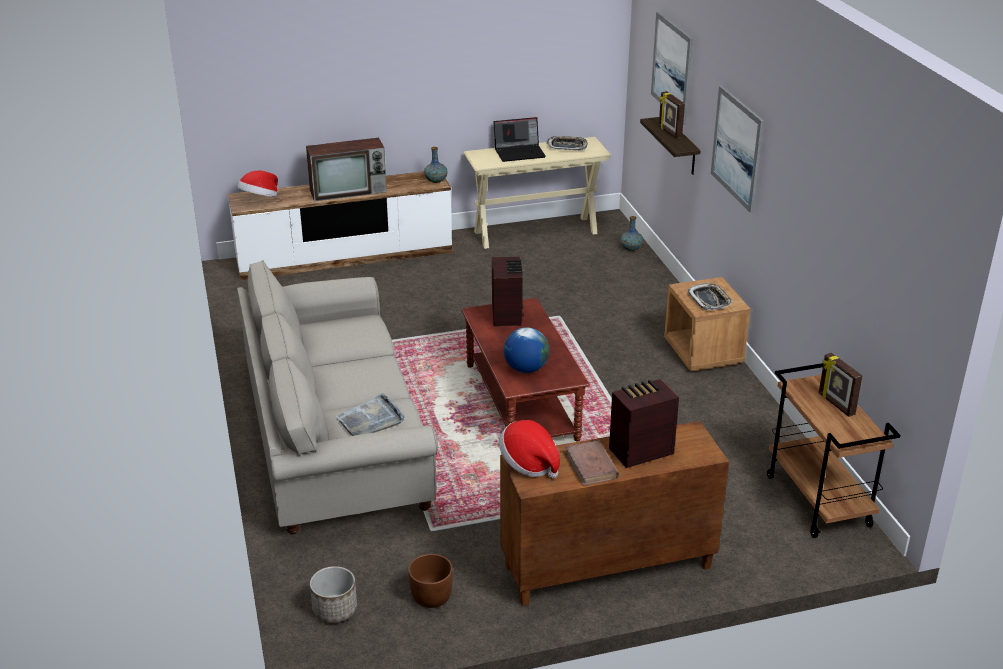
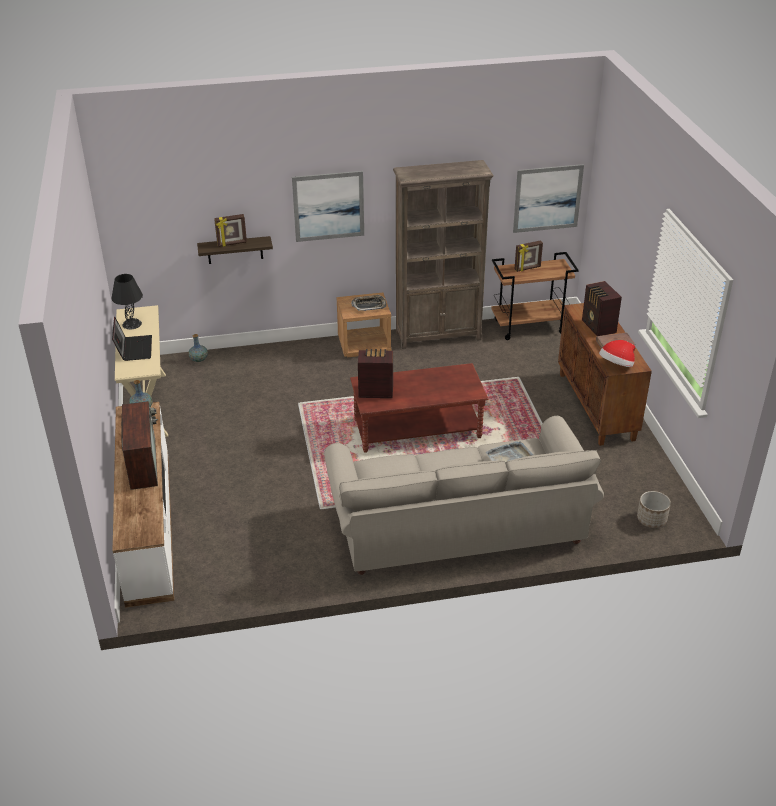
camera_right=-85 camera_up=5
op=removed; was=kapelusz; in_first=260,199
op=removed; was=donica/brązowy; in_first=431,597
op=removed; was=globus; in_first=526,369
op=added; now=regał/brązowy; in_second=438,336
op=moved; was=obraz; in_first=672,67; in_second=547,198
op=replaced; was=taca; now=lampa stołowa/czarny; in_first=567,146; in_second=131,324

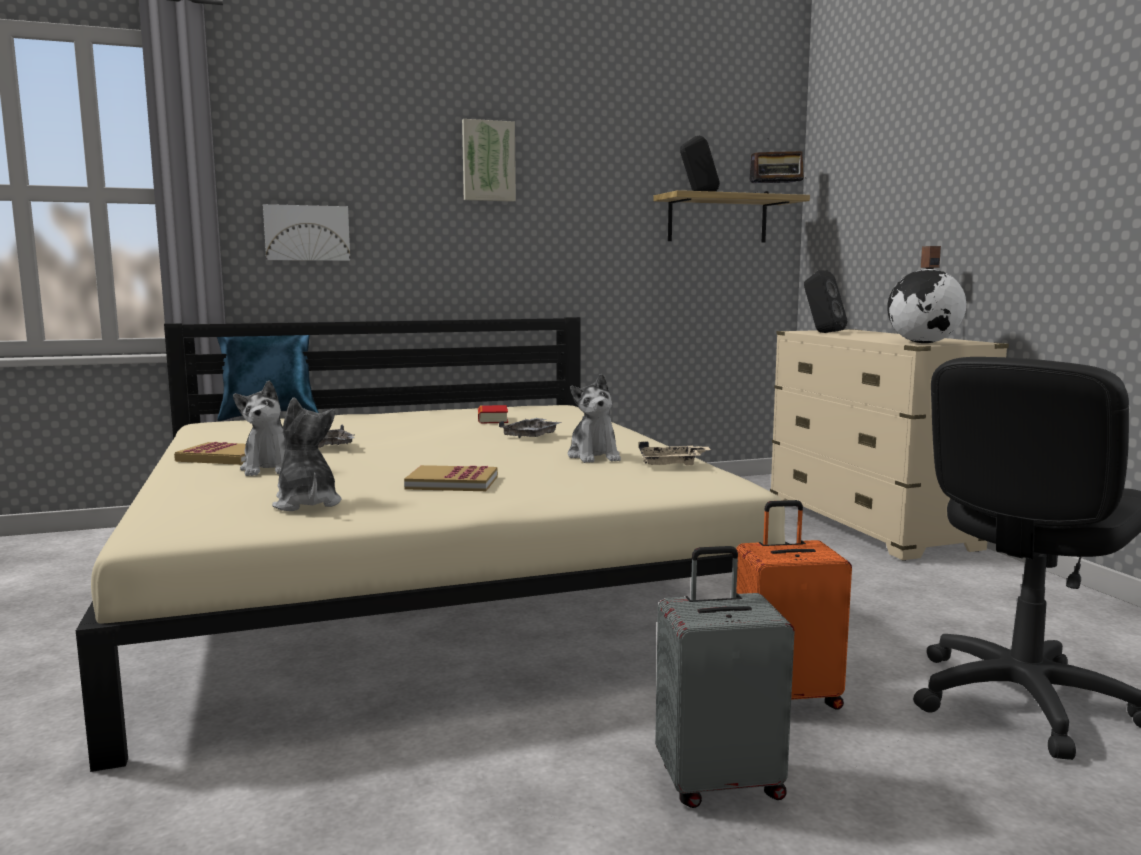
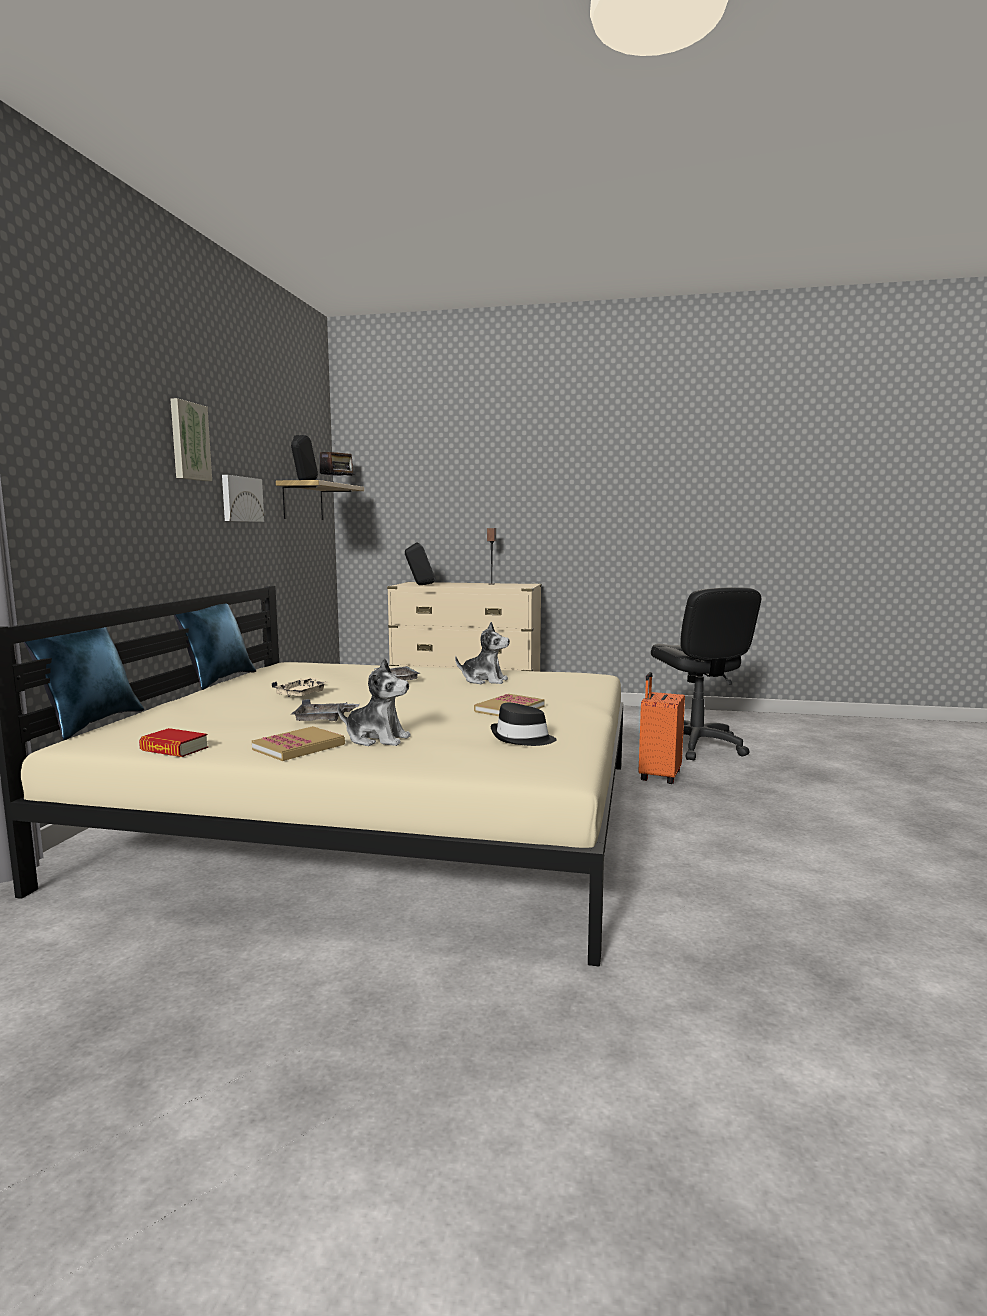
camera_right=-60 camera_up=0
op=removed; was=walizka/szary; in_first=719,782
op=removed; was=globus; in_first=923,343
op=added; now=poduszka/niebieski; in_second=217,680
op=moved; was=obraz; in_first=307,233; in_second=241,499
op=moved; was=książka; in_first=492,419; in_second=174,749
op=moved; was=taca/beżowy; in_first=672,464; in_second=302,694
op=replaced; was=pluszak; now=kapelusz/czarny; in_first=306,503; in_second=522,738

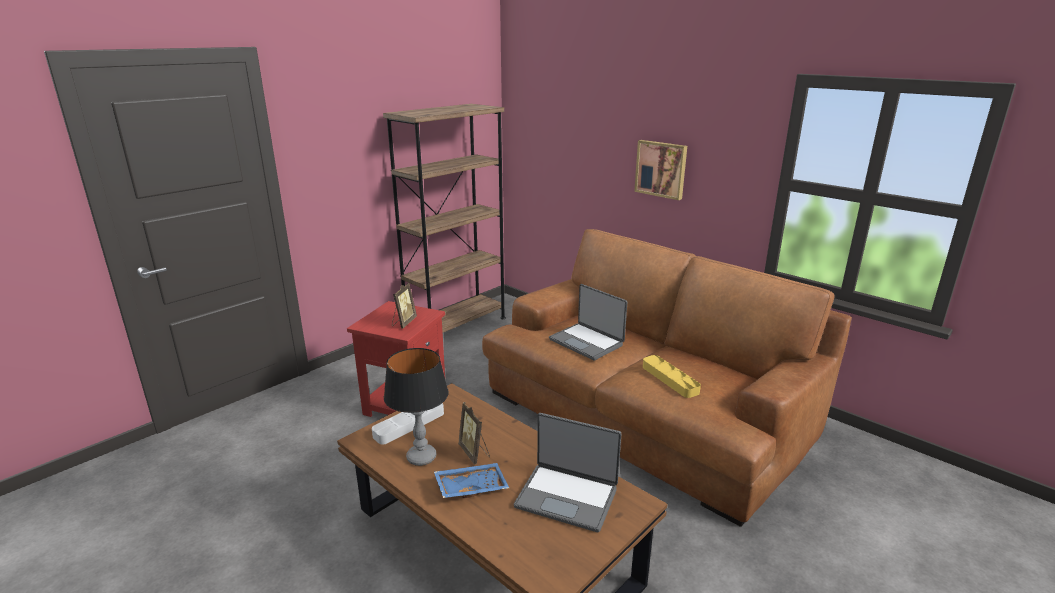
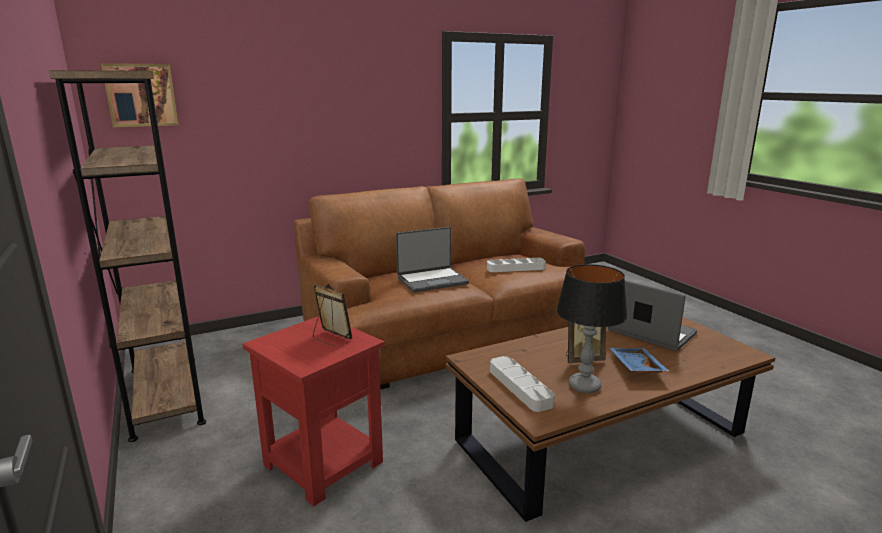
camera_right=-70 camera_up=-5
op=moved; was=obraz; in_first=661,169; in_second=141,95
op=recoloured; was=taca/żółty; now=taca/biały; in_first=670,379; in_second=515,268
op=turned; was=laptop; in_first=567,496; in_second=650,333; clockwise=-90

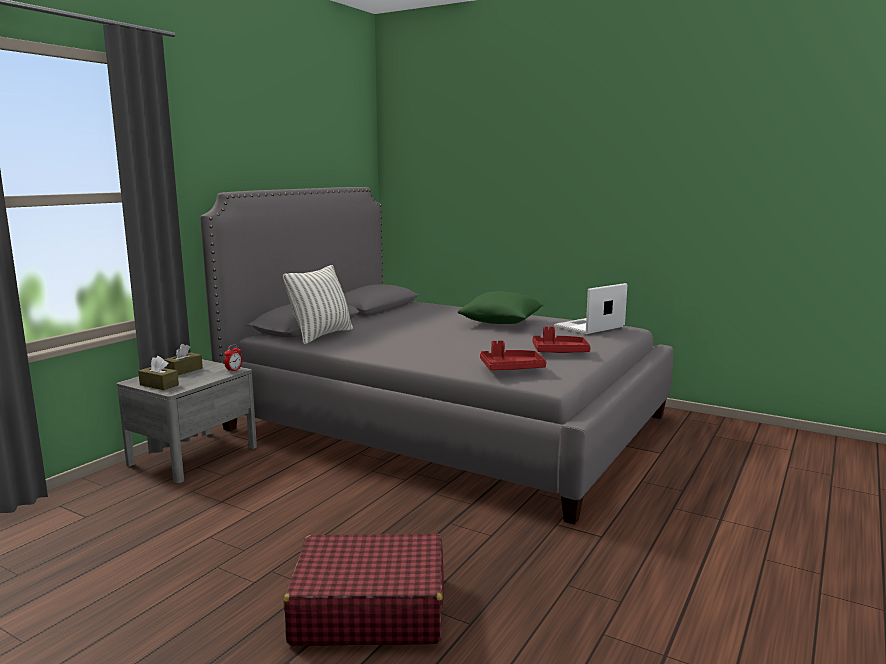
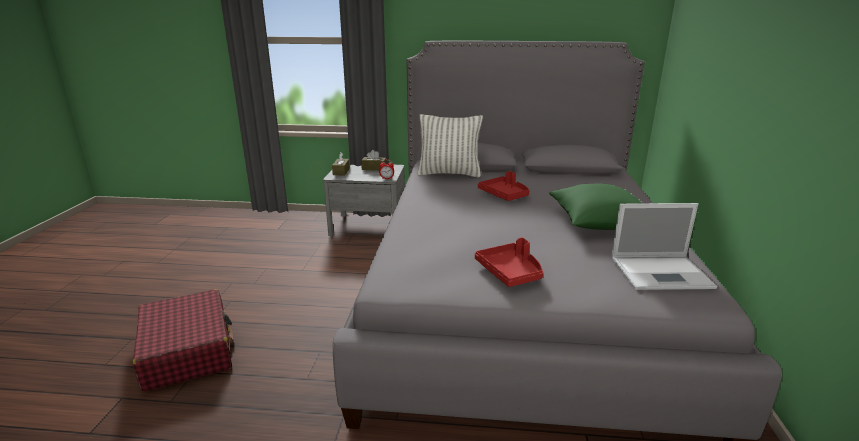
camera_right=65 camera_up=10
op=moved; was=taca/czerwony; in_first=511,368; in_second=504,195
op=turned; was=laptop; in_first=588,327; in_second=662,273; clockwise=150

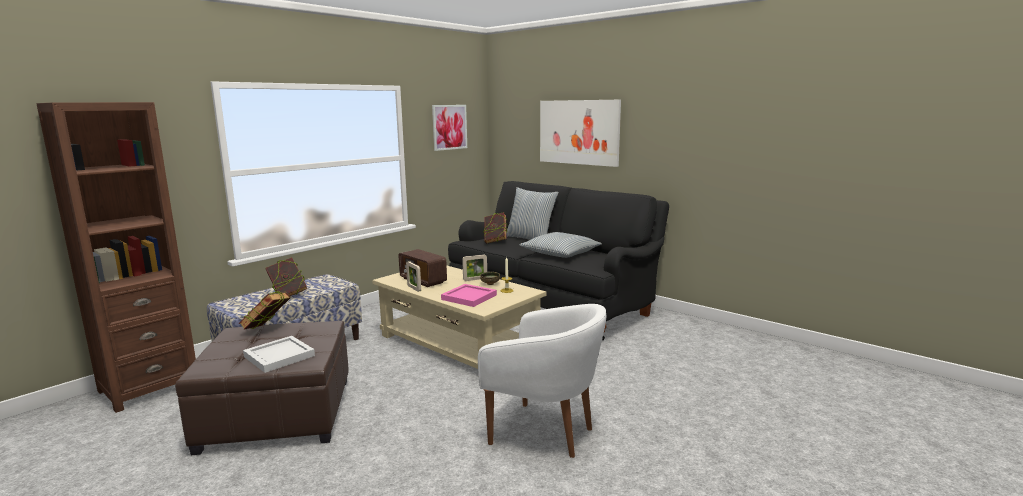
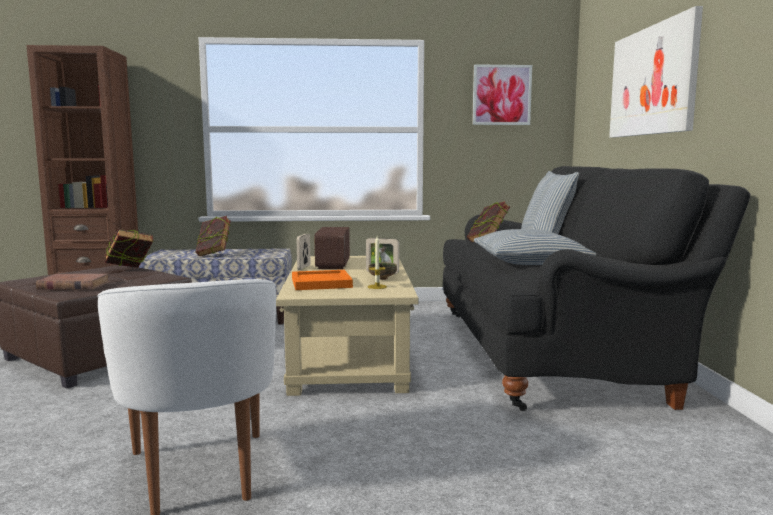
camera_right=45 camera_up=-5
op=replaced; was=taca/biały; now=książka/brązowy; in_first=280,356; in_second=74,285
op=recoloured; was=taca/różowy; now=taca/pomarańczowy; in_first=469,297; in_second=322,283

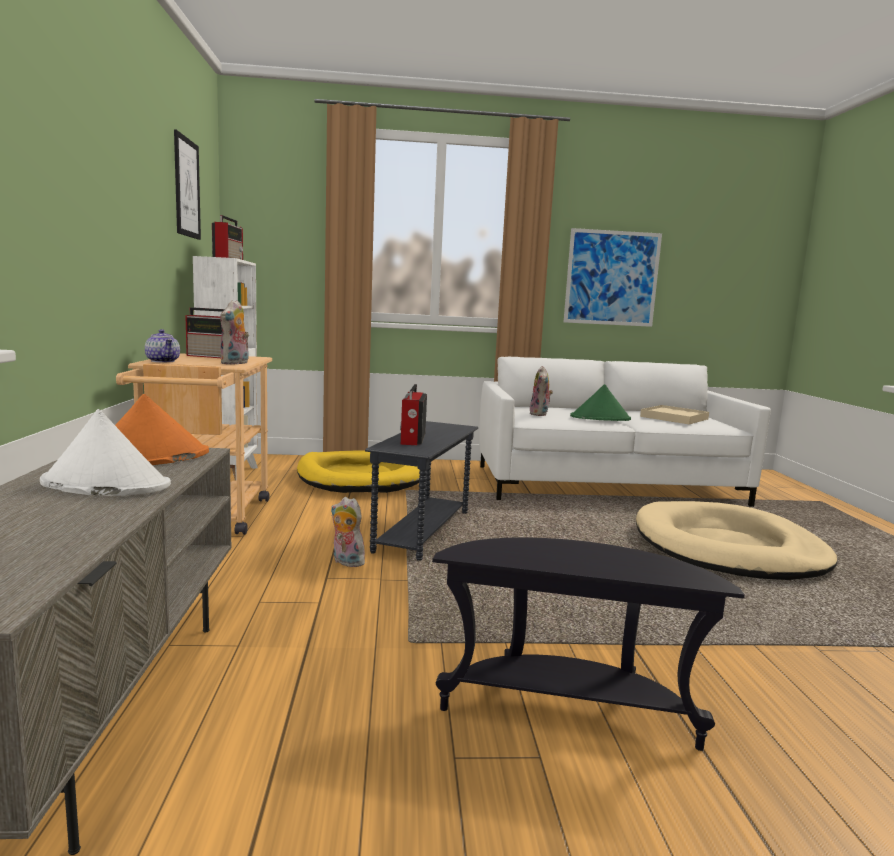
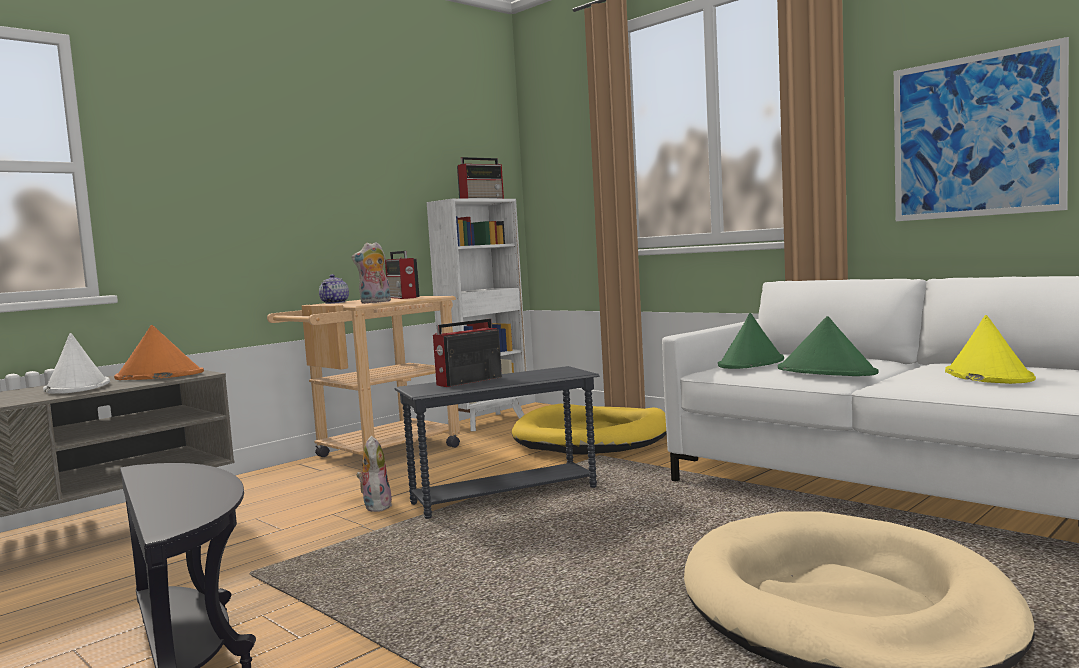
camera_right=50 camera_up=-5
op=removed; was=obraz; in_first=187,188
op=replaced; was=pluszak; now=kapelusz/zielony; in_first=540,414; in_second=751,363
op=replaced; was=taca/beżowy; now=kapelusz/żółty; in_first=674,418; in_second=987,376

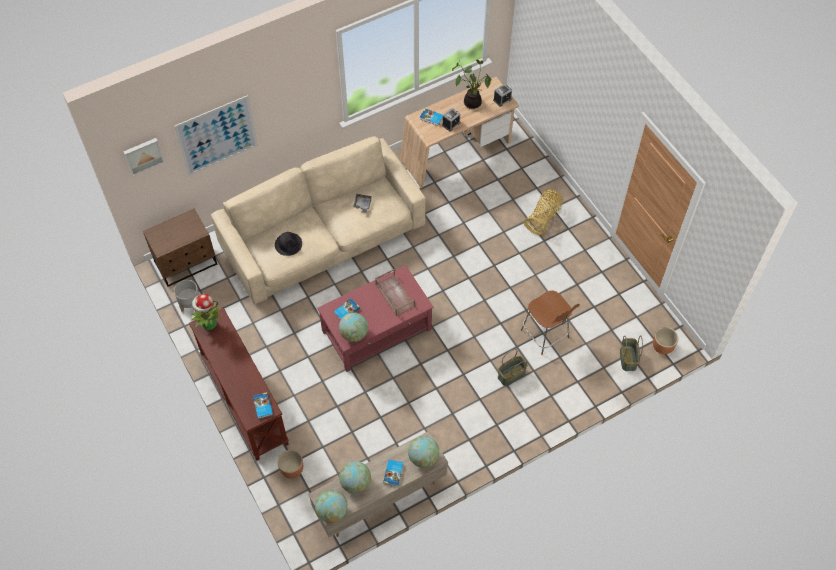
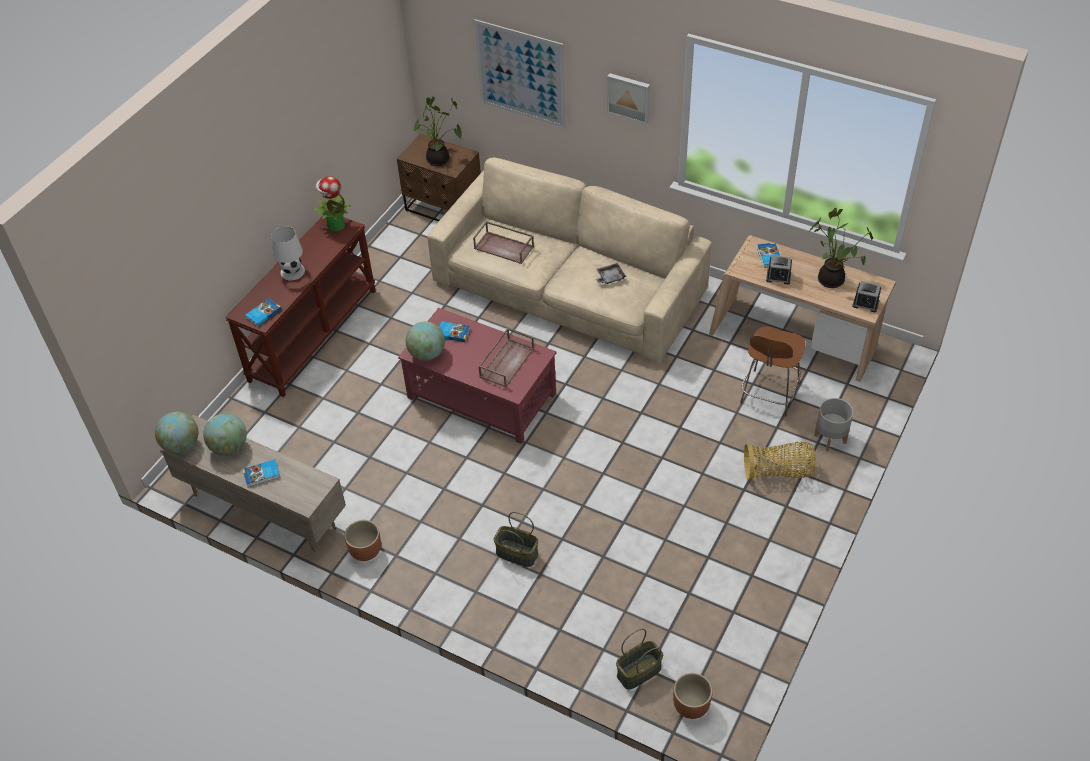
camera_right=60 camera_up=-10
op=removed; was=globus; in_first=423,457
op=added; now=lampa stołowa/biały; in_second=293,271
op=added; now=roślina doniczkowa; in_second=440,160
op=moved; was=obraz; in_first=143,155; in_second=629,97
op=moved; was=donica/szary; in_first=191,305; in_second=830,439
op=moved; was=donica/brązowy; in_first=291,469; in_second=365,550
op=moved; was=krzesło/brązowy; in_first=545,335; in_second=769,394
op=replaced; was=kapelusz/czarny; now=taca/brązowy; in_first=288,244; in_second=504,247

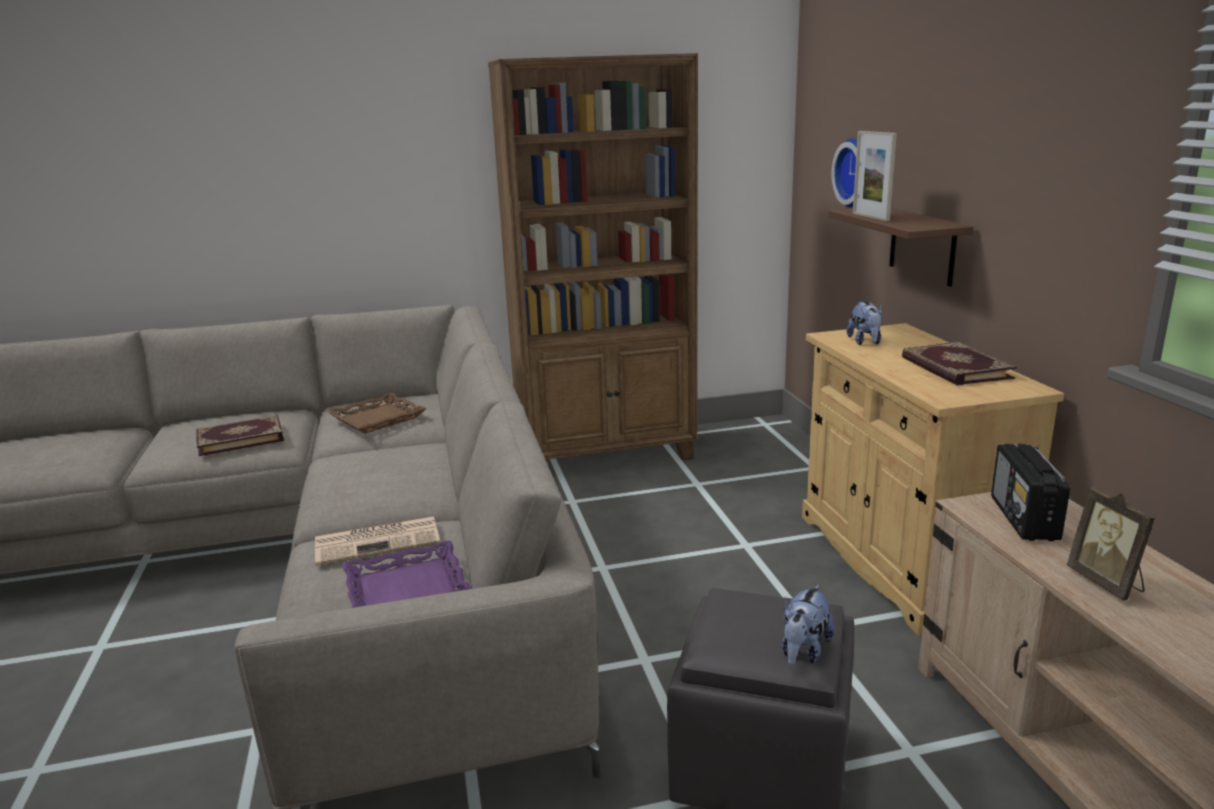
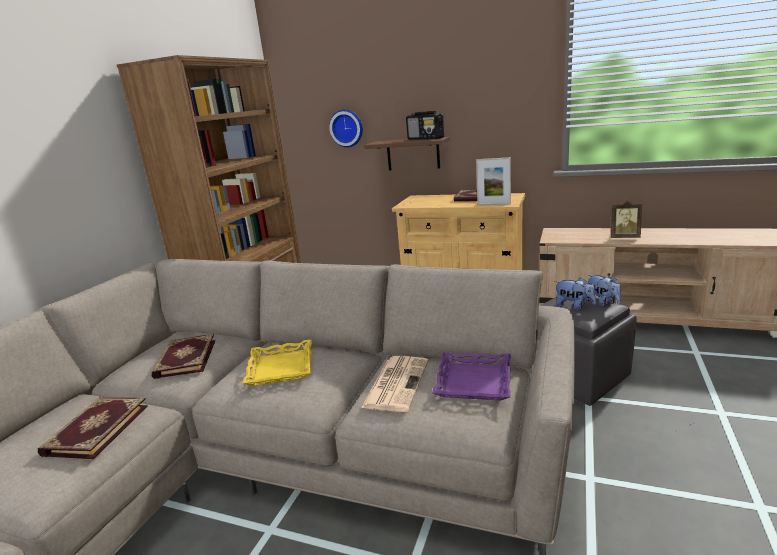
camera_right=-55 camera_up=0
op=added; now=taca/żółty; in_second=280,368
op=moved; was=pluszak; in_first=865,342; in_second=573,306
op=moved; was=ramka na zdjęcie; in_first=870,217; in_second=494,204
op=moved; was=radio; in_first=1024,519; in_second=425,139
op=replaced; was=taca/brązowy; now=książka; in_first=377,419; in_second=185,359

